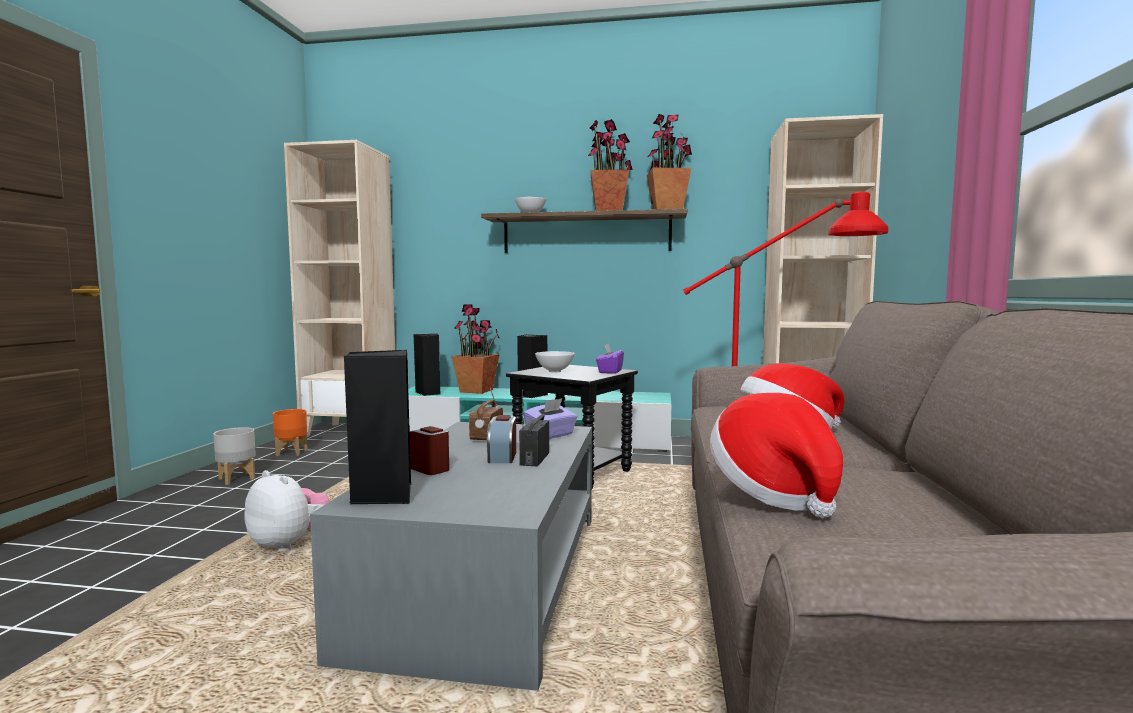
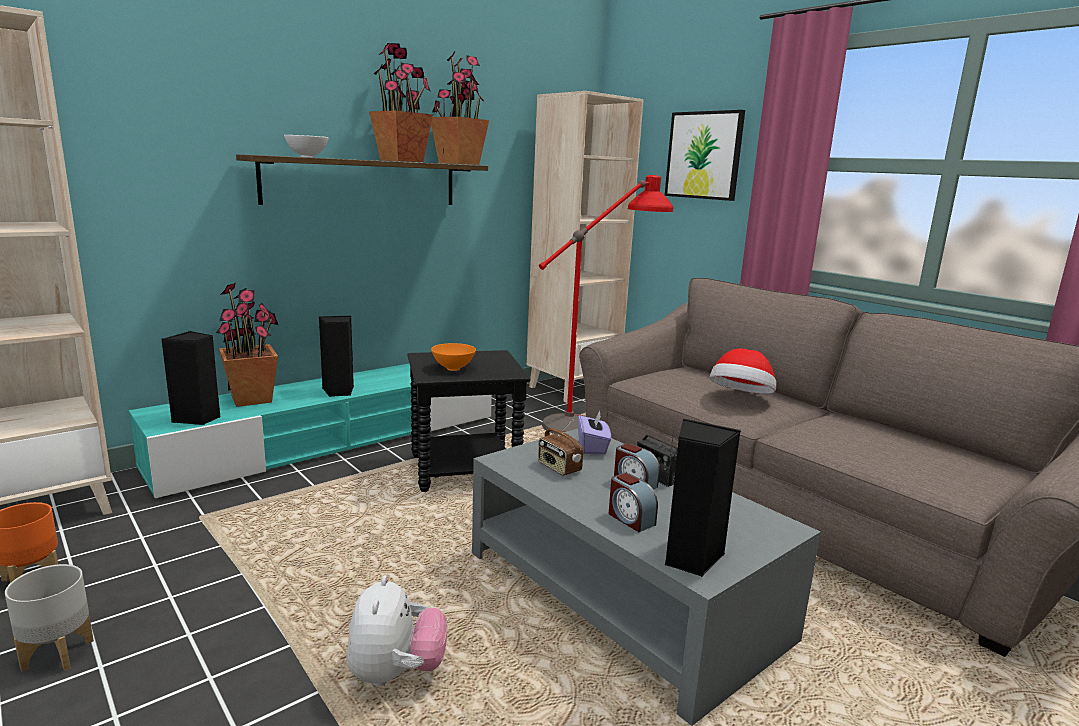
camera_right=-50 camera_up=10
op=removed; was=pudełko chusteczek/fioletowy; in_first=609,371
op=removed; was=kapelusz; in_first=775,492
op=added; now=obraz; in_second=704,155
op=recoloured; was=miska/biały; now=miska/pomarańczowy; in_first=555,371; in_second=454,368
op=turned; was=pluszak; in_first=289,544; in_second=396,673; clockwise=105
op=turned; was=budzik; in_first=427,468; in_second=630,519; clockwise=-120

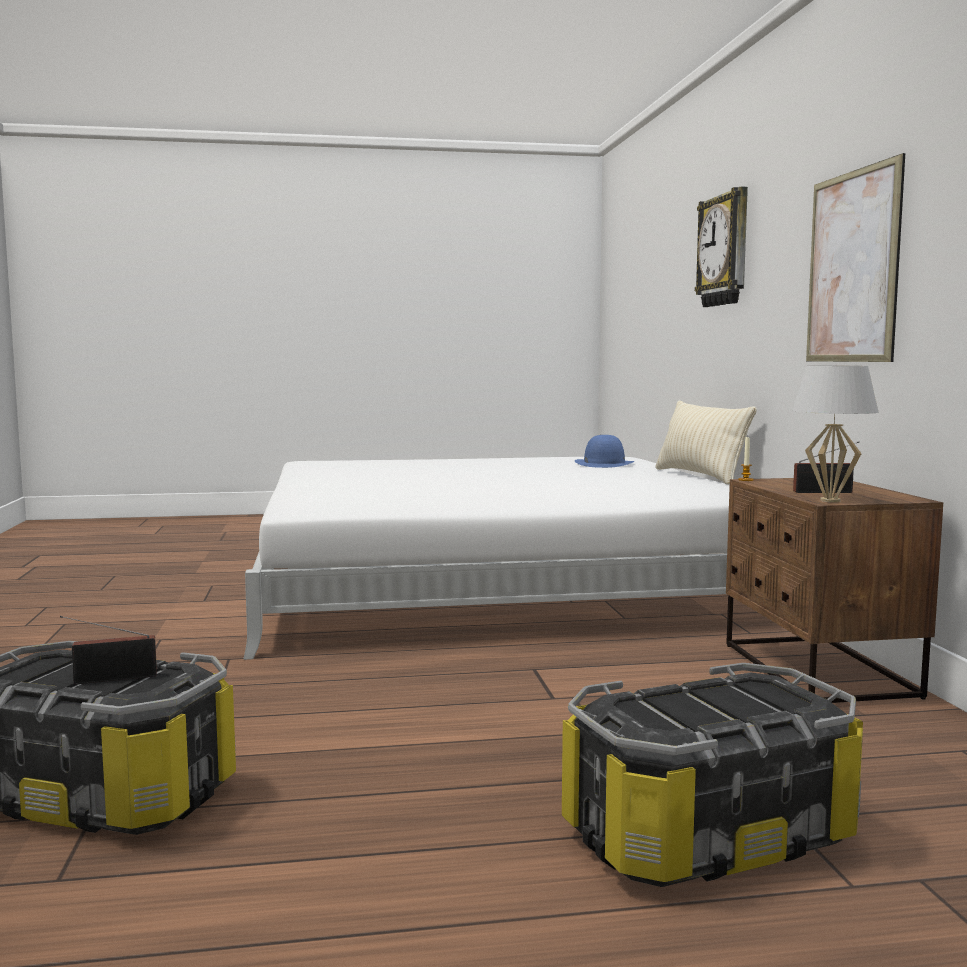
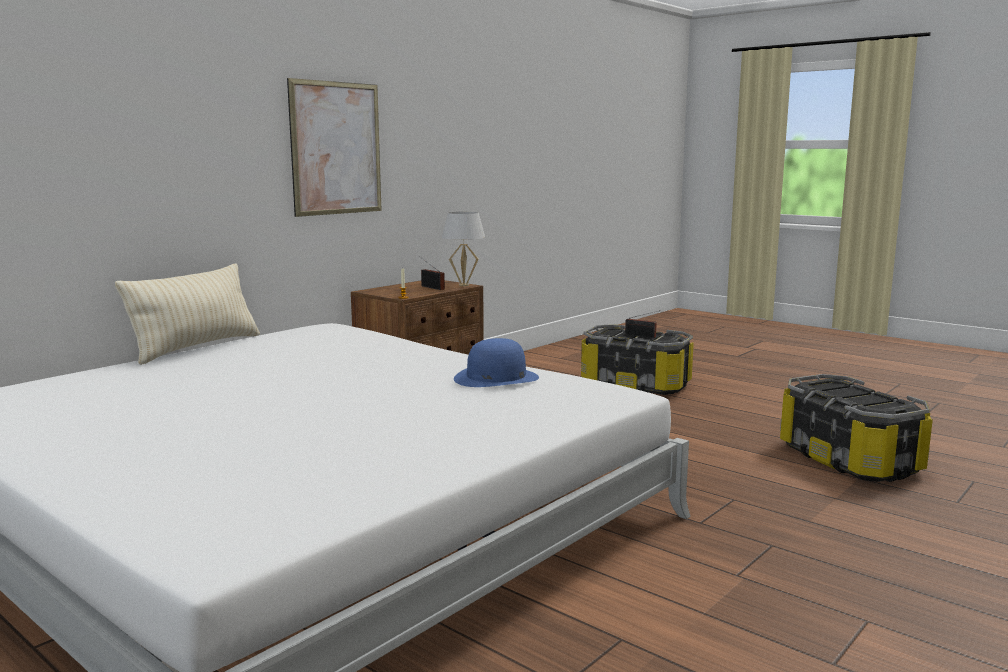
camera_right=-130 camera_up=5
op=removed; was=zegar ścienny; in_first=725,250
op=moved; was=radio; in_first=111,678; in_second=642,336
op=moved; was=kapelusz/niebieski; in_first=604,464; in_second=496,378

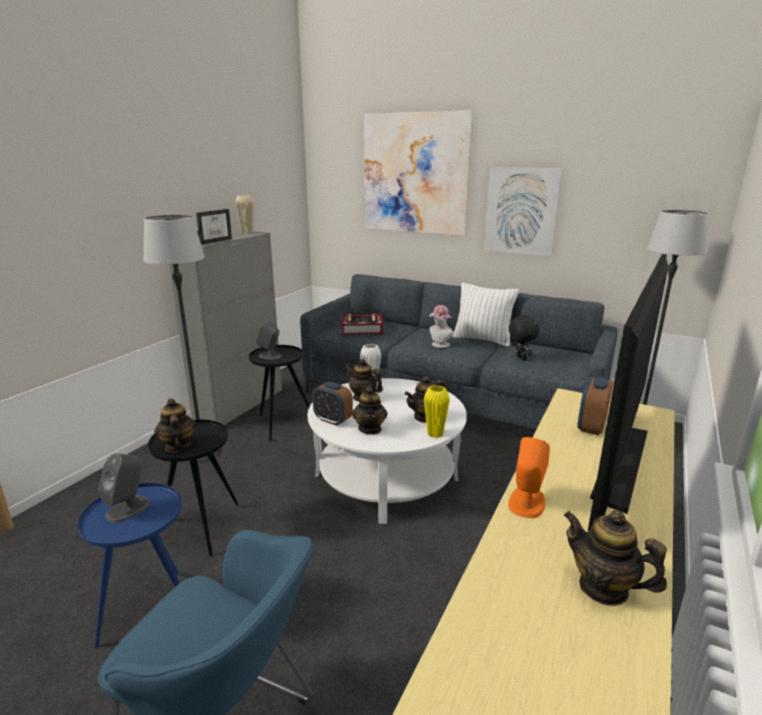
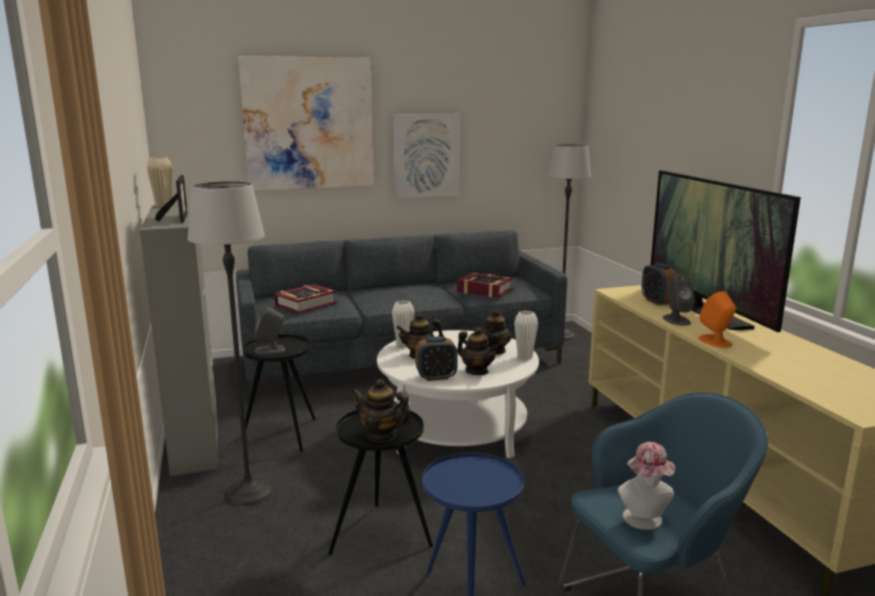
camera_right=-45 camera_up=-5
op=removed; was=poduszka/biały; in_first=482,339
op=removed; was=imbryk; in_first=603,588
op=moved; was=głośnik/szary; in_first=128,508; in_second=676,320
op=moved; was=kapelusz; in_first=439,345; in_second=644,521
op=replaced; was=pluszak/czarny; now=książka; in_first=520,358; in_second=484,290
op=recoloured; was=wazon/żółty; now=wazon/biały; in_first=435,434; in_second=524,357

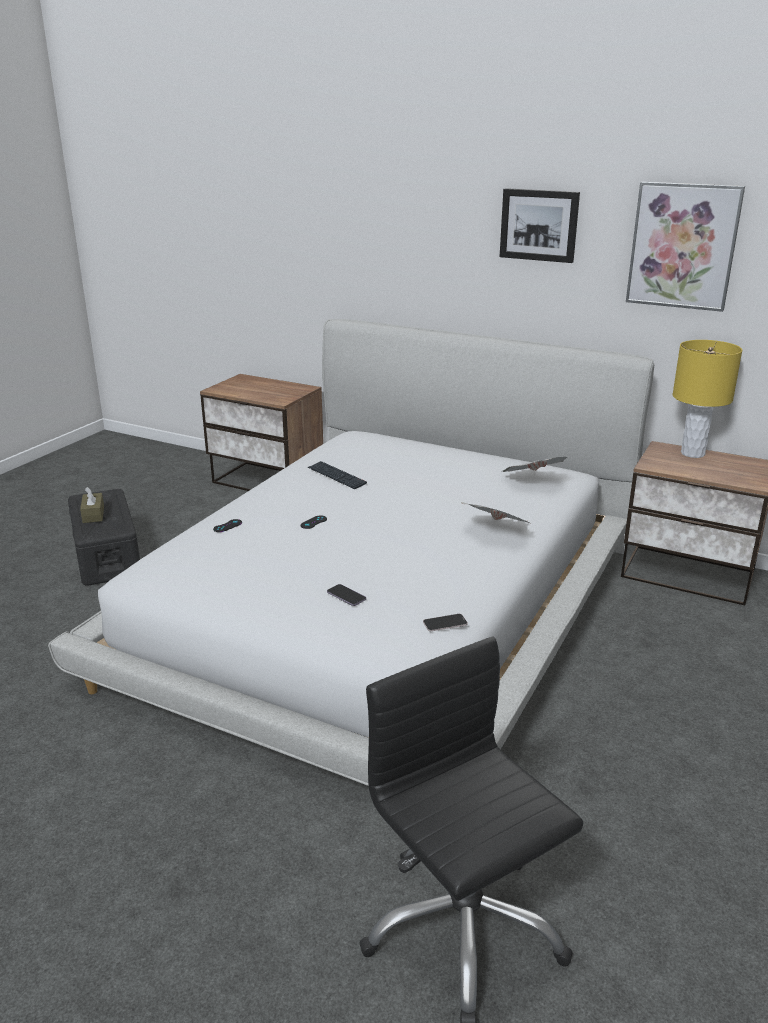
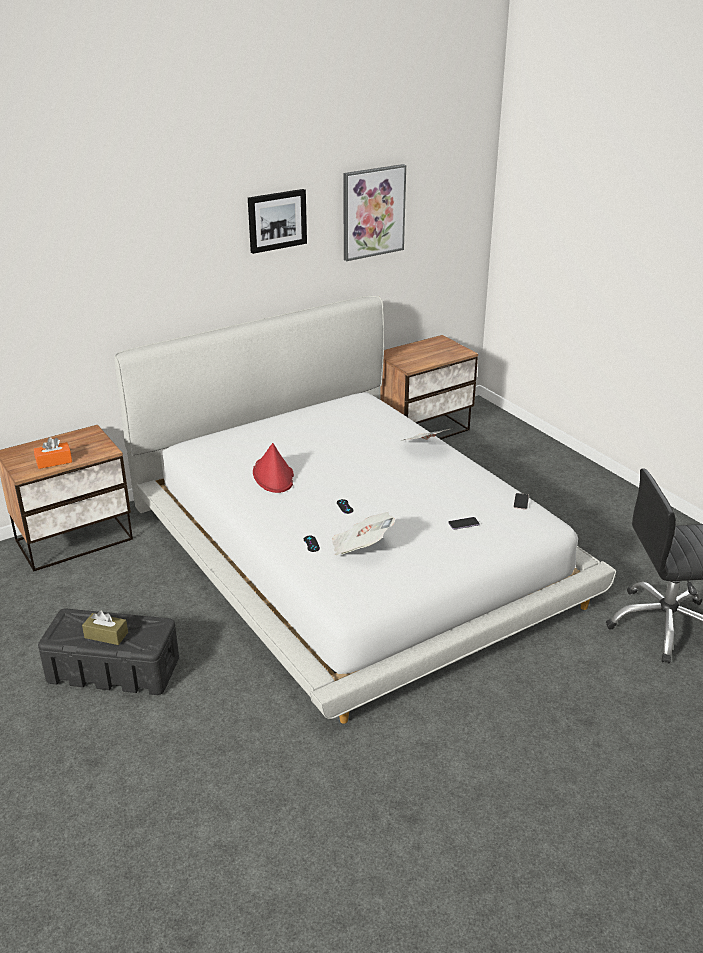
camera_right=-60 camera_up=5
op=removed; was=lampa stołowa/żółty; in_first=692,453
op=added; now=pudełko chusteczek/pomarańczowy; in_second=54,461
op=moved; was=gazeta; in_first=532,480; in_second=360,547
op=replaced; was=klawiatura; now=kapelusz/czerwony; in_first=336,476; in_second=273,476

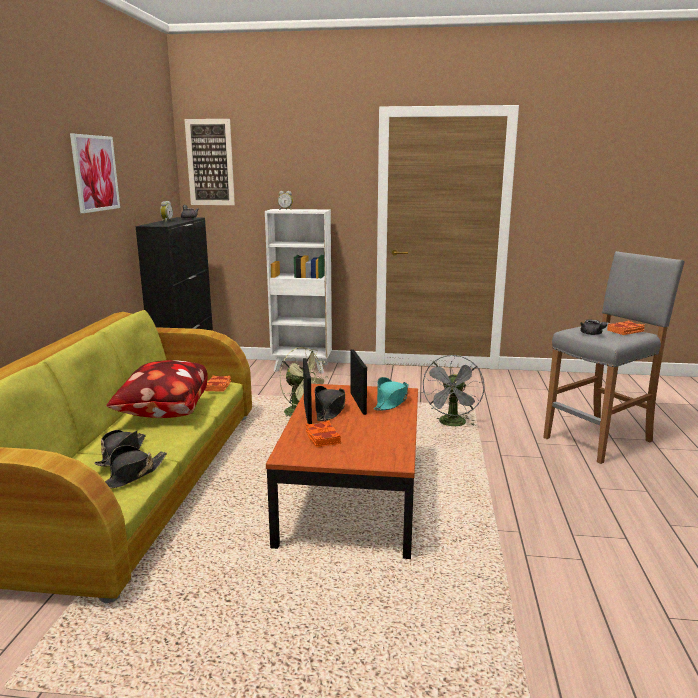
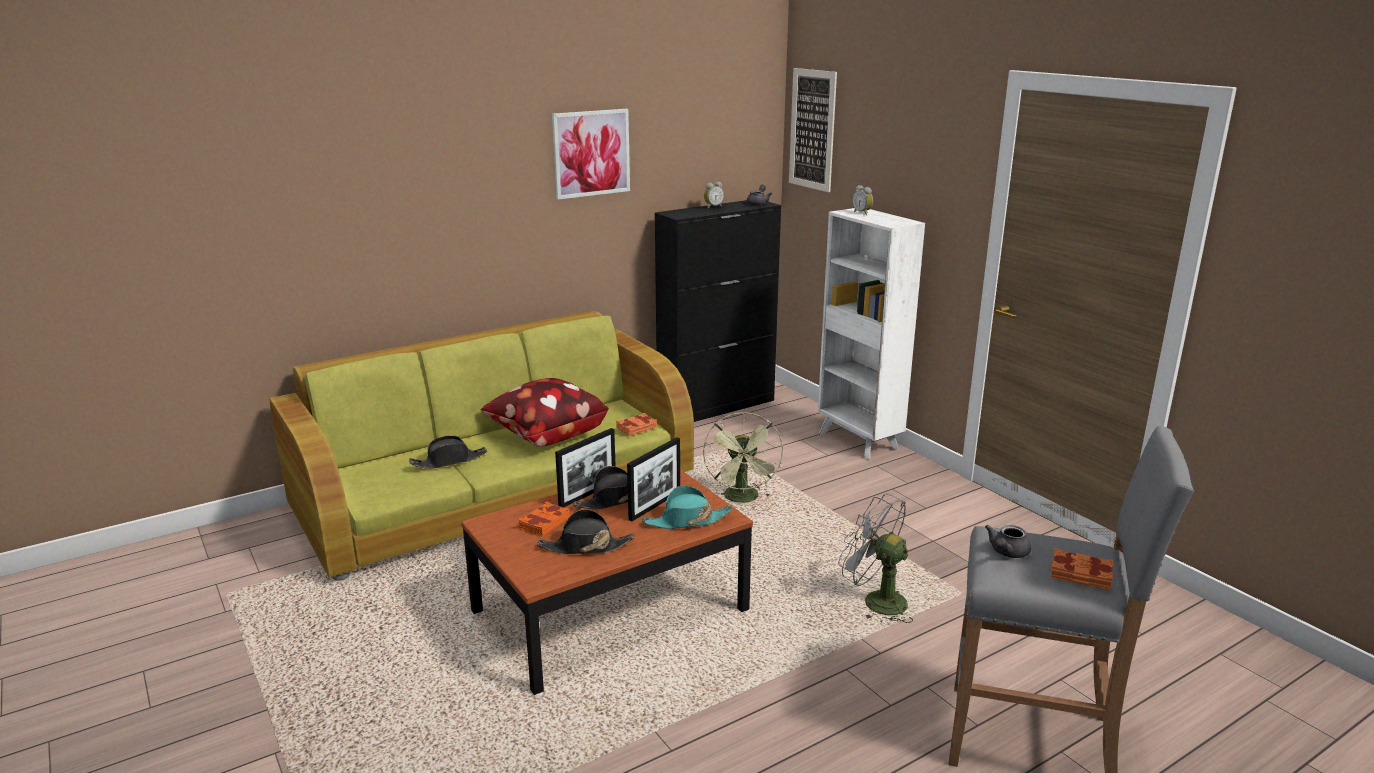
camera_right=50 camera_up=5
op=moved; was=kapelusz/czarny; in_first=131,475; in_second=585,546
op=turned; was=wentylator/szary; in_first=452,424; in_second=875,601; clockwise=60

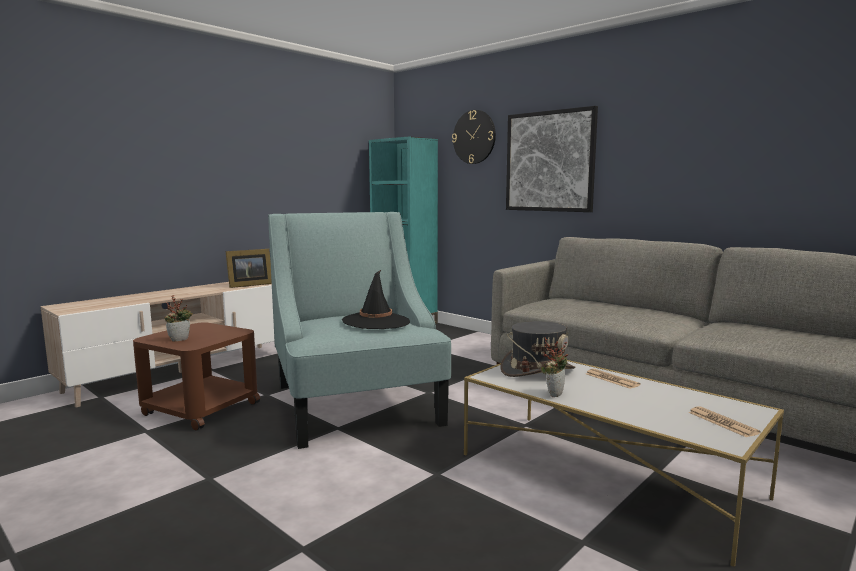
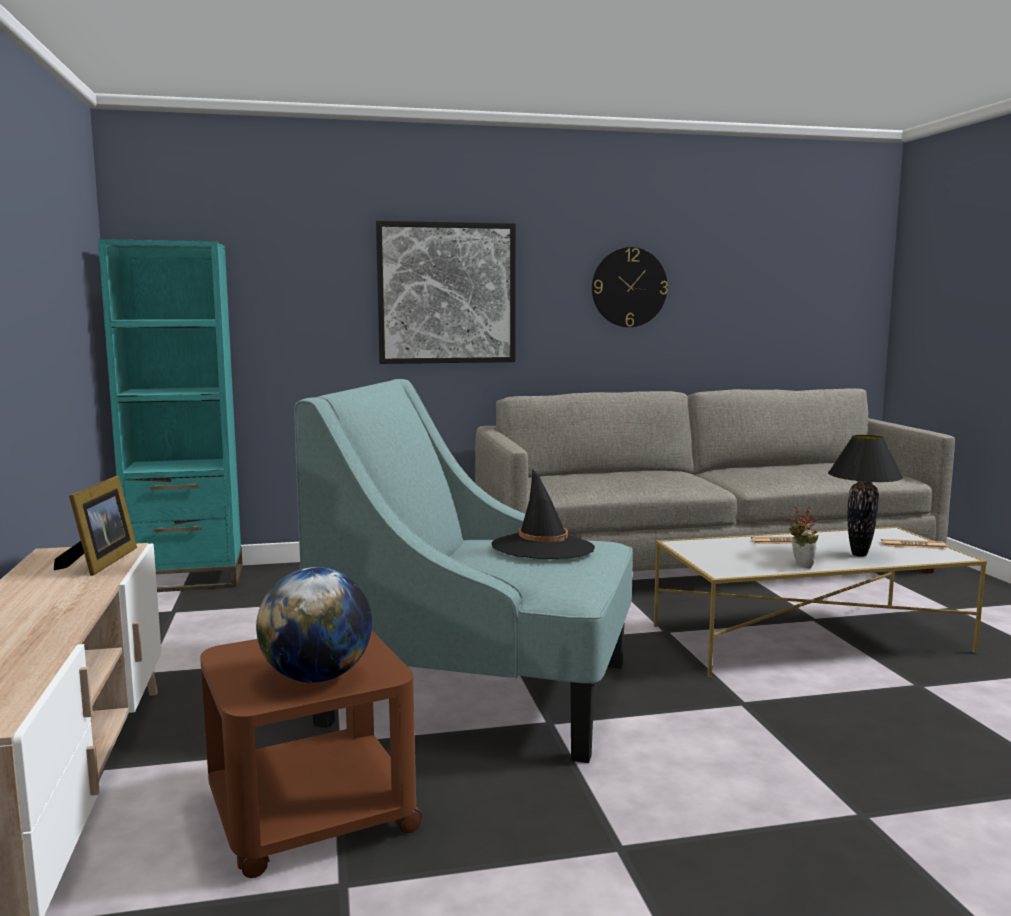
camera_right=-55 camera_up=0
op=removed; was=kapelusz/szary; in_first=537,370
op=added; now=lampa stołowa/czarny; in_second=860,555
op=moved; was=zegar ścienny; in_first=474,137; in_second=629,287
op=replaced; was=roślina doniczkowa; now=globus; in_first=180,339; in_second=317,677

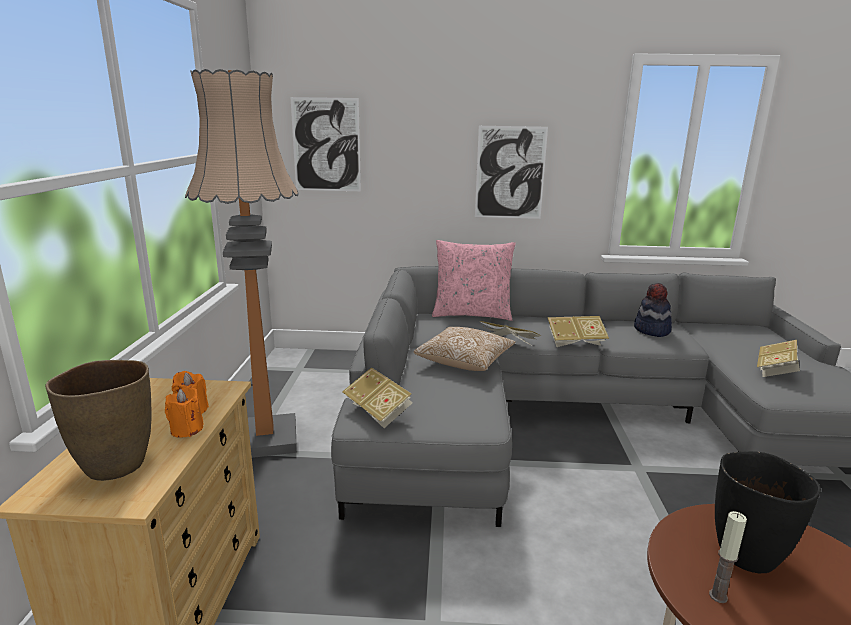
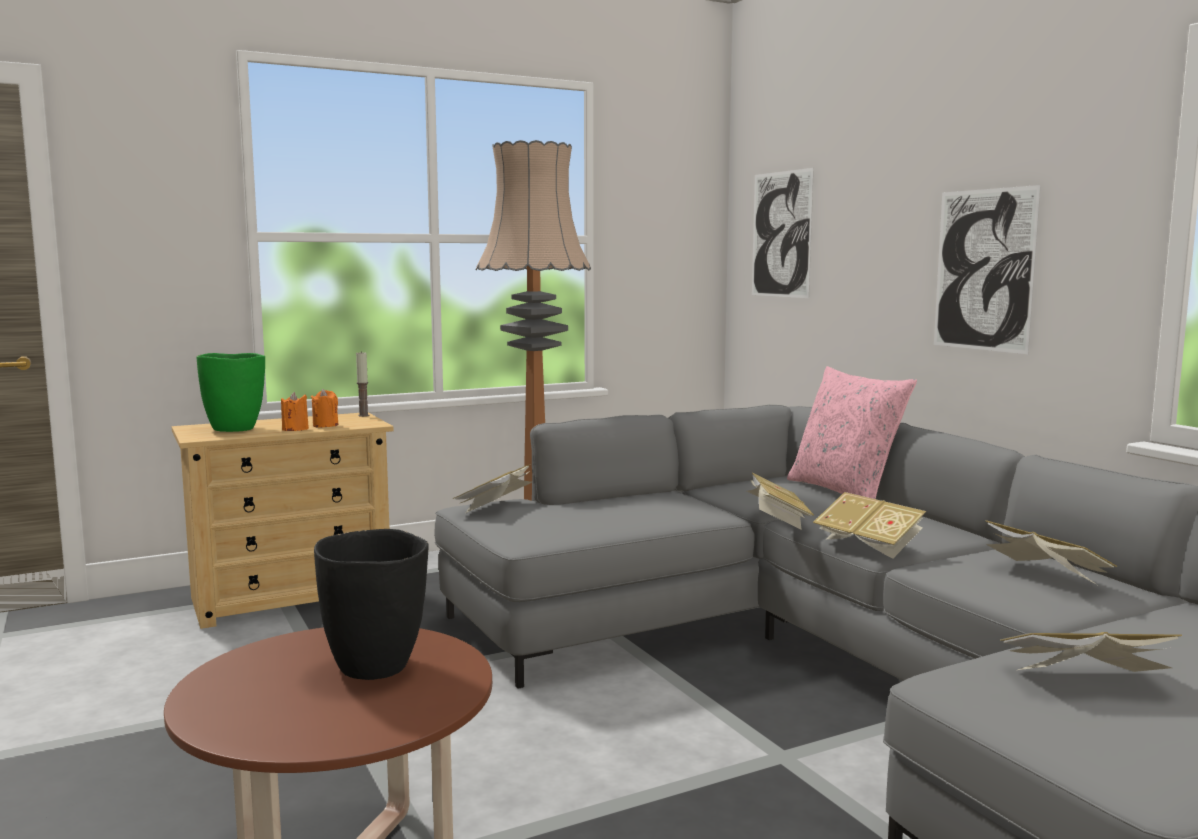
camera_right=60 camera_up=-10
op=removed; was=poduszka; in_first=465,361
op=moved; was=świeca; in_first=718,596; in_second=363,415
op=replaced; was=kapelusz; now=książka; in_first=651,330; in_second=1044,576
op=recoloured; was=wazon/brązowy; now=wazon/zielony; in_first=115,465; in_second=235,429

